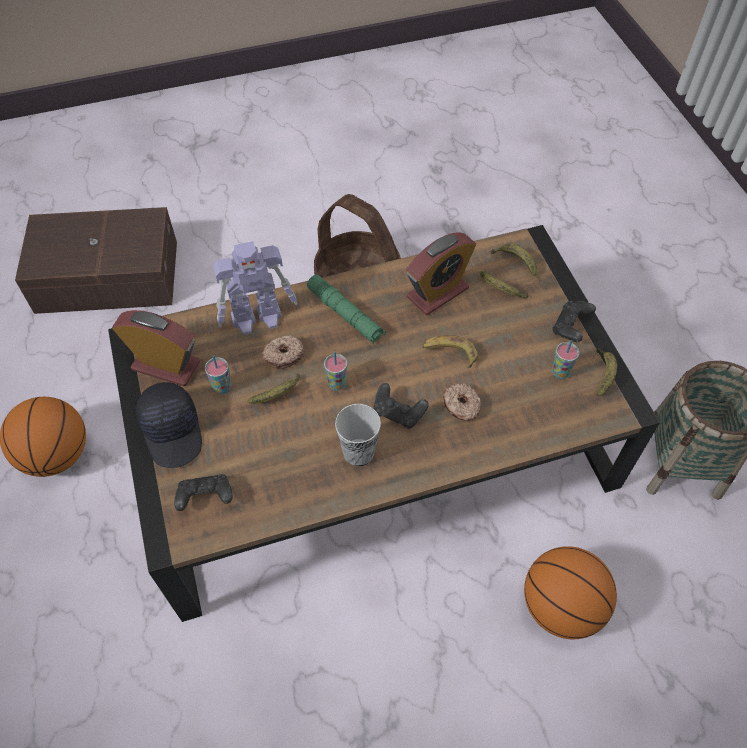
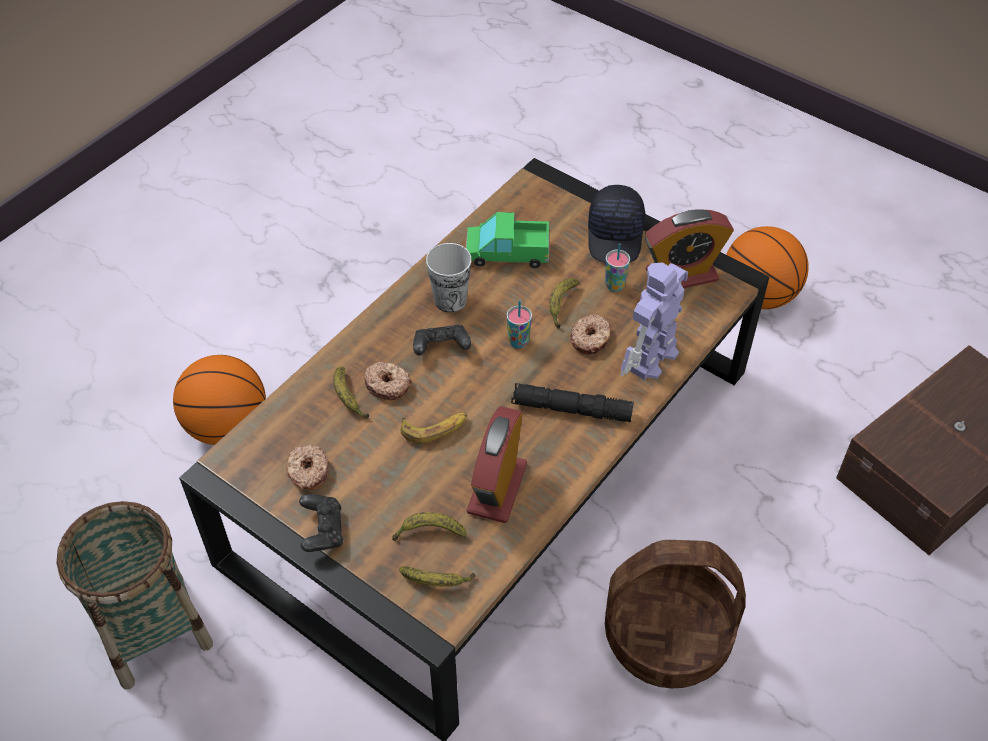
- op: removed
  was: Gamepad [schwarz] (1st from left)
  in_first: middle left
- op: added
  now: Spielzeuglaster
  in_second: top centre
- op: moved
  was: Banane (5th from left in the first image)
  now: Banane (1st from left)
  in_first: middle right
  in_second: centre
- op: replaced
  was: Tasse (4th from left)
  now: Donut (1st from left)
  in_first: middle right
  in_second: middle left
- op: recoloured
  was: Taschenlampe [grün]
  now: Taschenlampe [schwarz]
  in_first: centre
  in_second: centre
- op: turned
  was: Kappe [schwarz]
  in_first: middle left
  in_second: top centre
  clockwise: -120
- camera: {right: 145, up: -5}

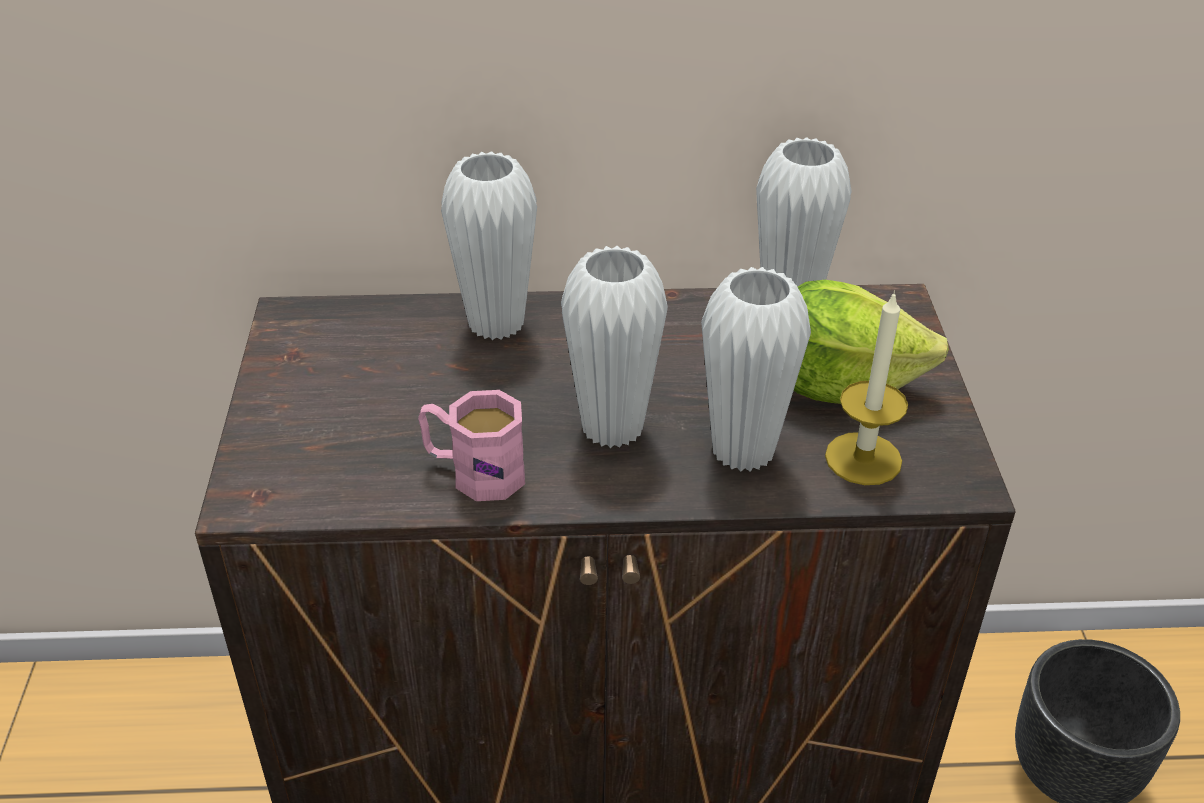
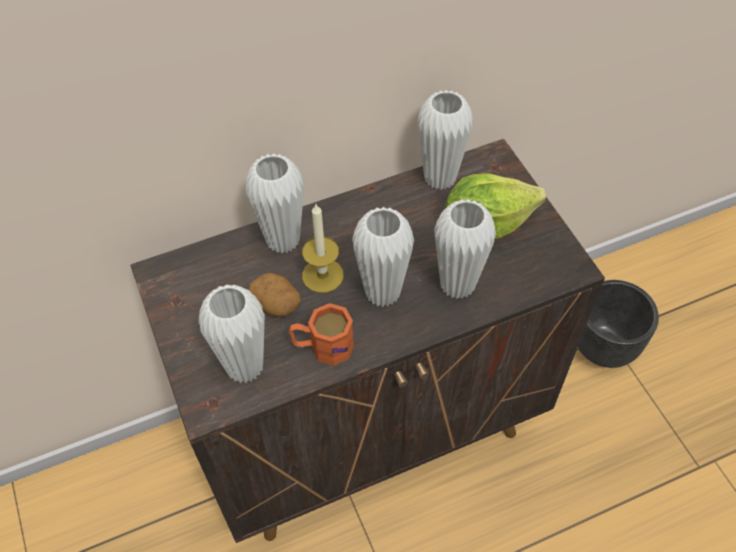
- op: added
  now: Vase [weiß] (1st from left)
  in_second: middle left
- op: added
  now: Kartoffel
  in_second: centre
- op: moved
  was: Kerze
  in_first: middle right
  in_second: centre
- op: recoloured
  was: Henkelbecher [rosa]
  now: Henkelbecher [orange]
  in_first: centre
  in_second: centre
- camera: {right: -20, up: 15}

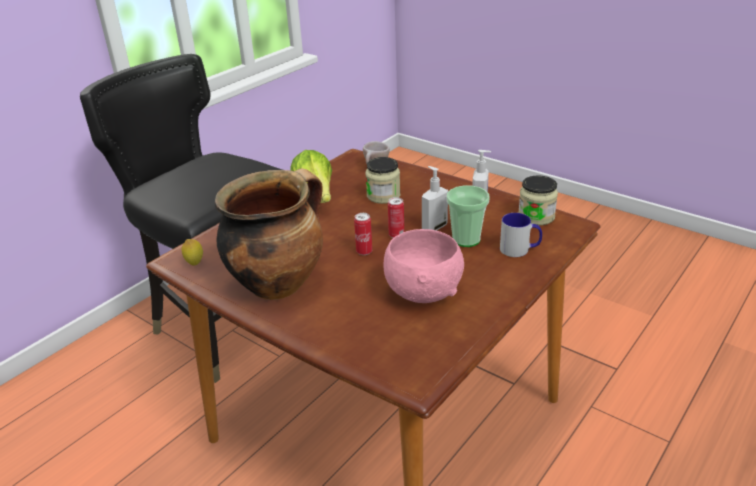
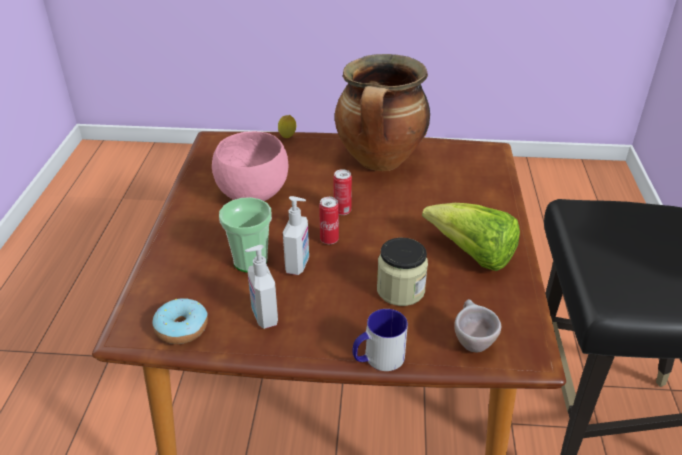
- op: moved
  was: Zitrone
  in_first: middle left
  in_second: top centre
- op: moved
  was: Henkelbecher
  in_first: middle right
  in_second: bottom centre
- op: replaced
  was: Vorratsglas (2nd from left)
  now: Donut
  in_first: middle right
  in_second: bottom left
- camera: {right: 145, up: 5}

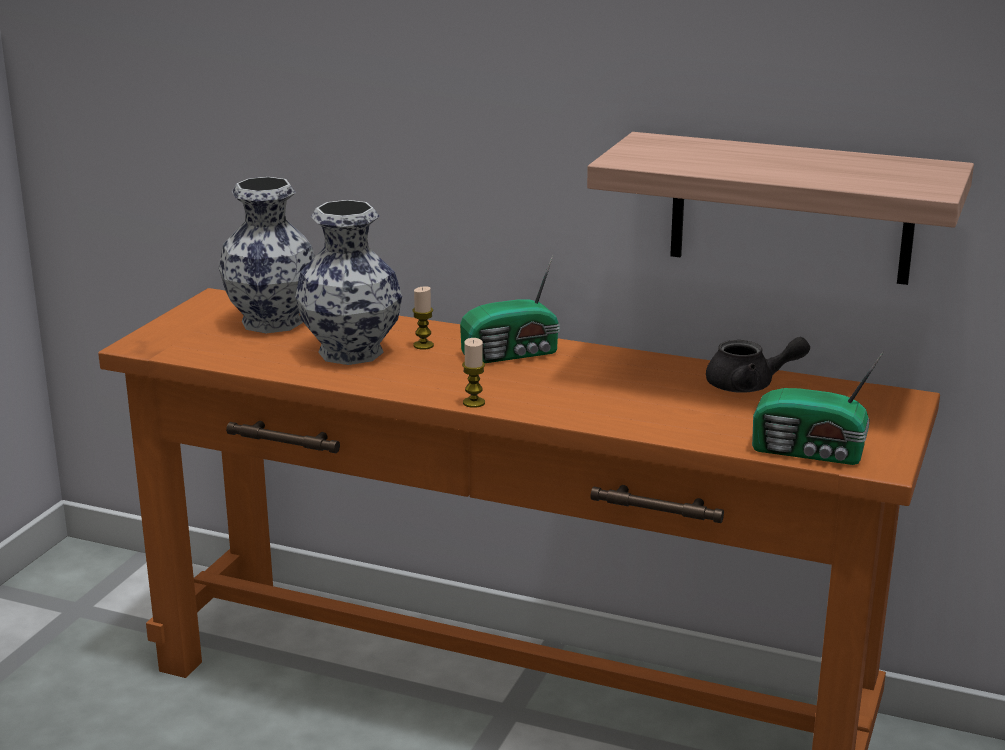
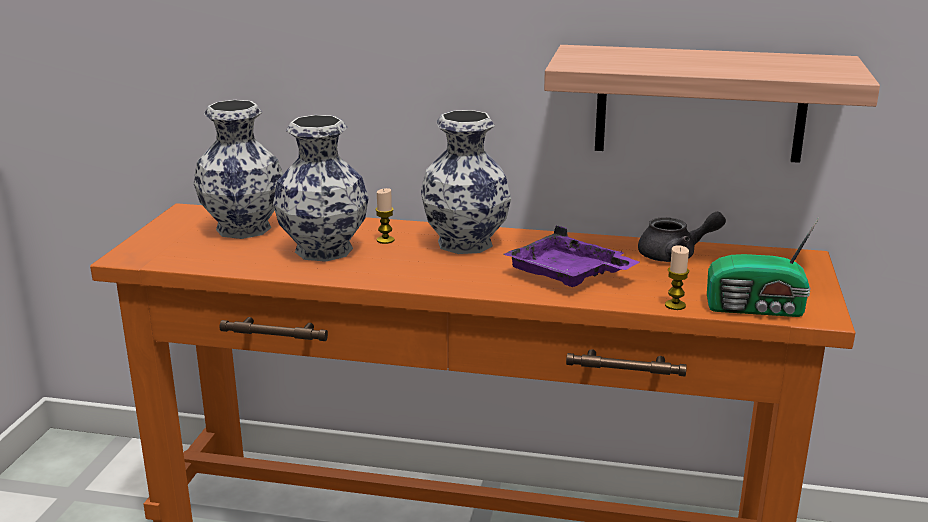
- op: added
  now: Tablett [lila]
  in_second: centre
- op: moved
  was: Kerze (2nd from left)
  in_first: centre
  in_second: middle right
- op: replaced
  was: Radio (1st from left)
  now: Vase (3rd from left)
  in_first: centre
  in_second: centre
- camera: {right: -10, up: 0}

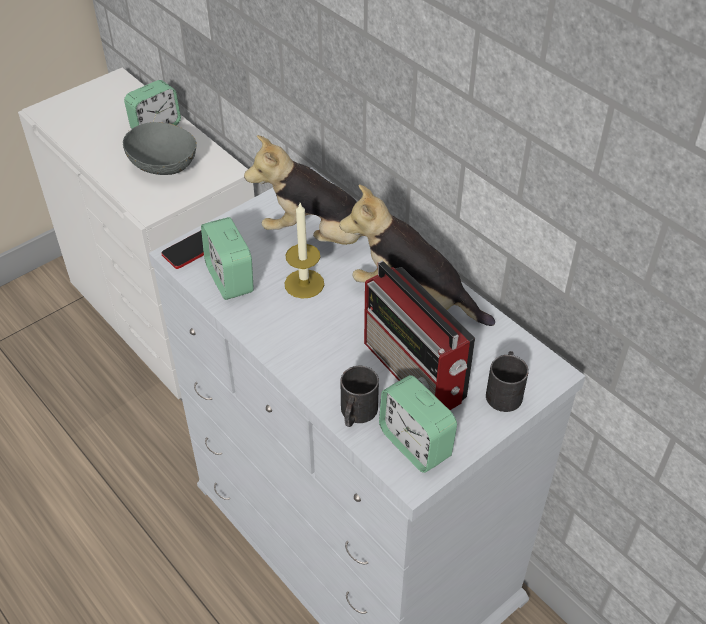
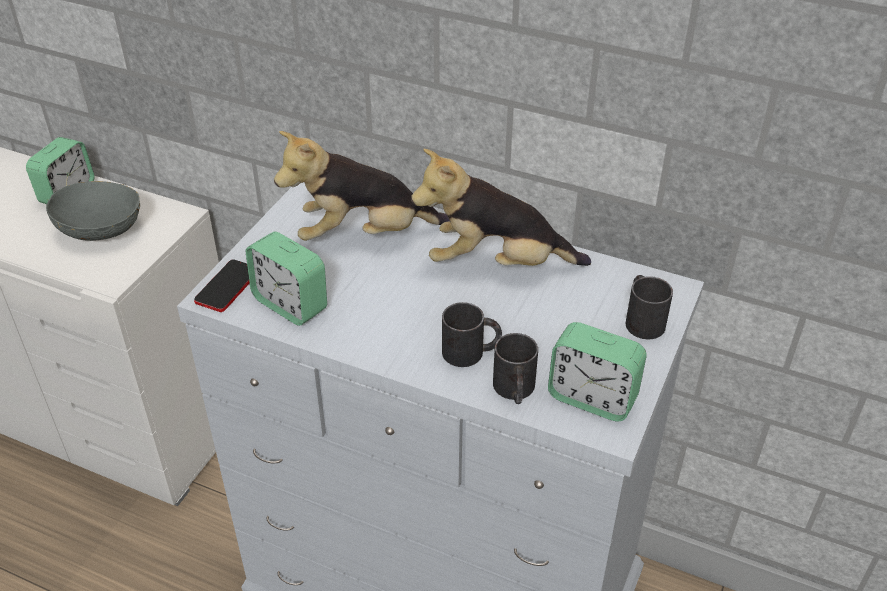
- op: removed
  was: Kerze
  in_first: centre
- op: removed
  was: Radio
  in_first: centre
- op: added
  now: Henkelbecher [schwarz] (1st from left)
  in_second: centre
- camera: {right: -25, up: -5}

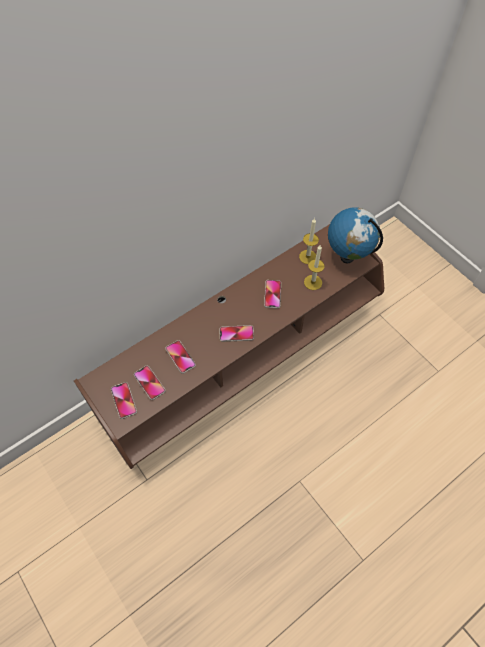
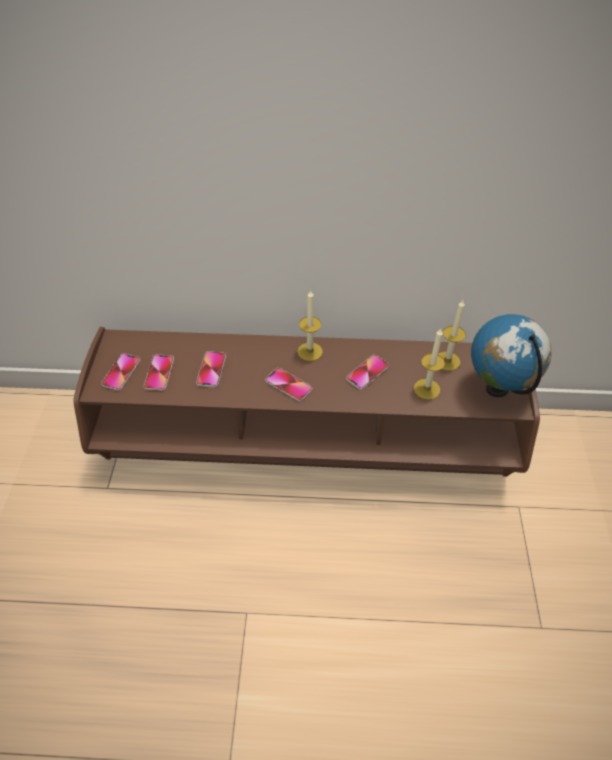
- op: added
  now: Kerze (1st from left)
  in_second: centre
- camera: {right: 40, up: -10}

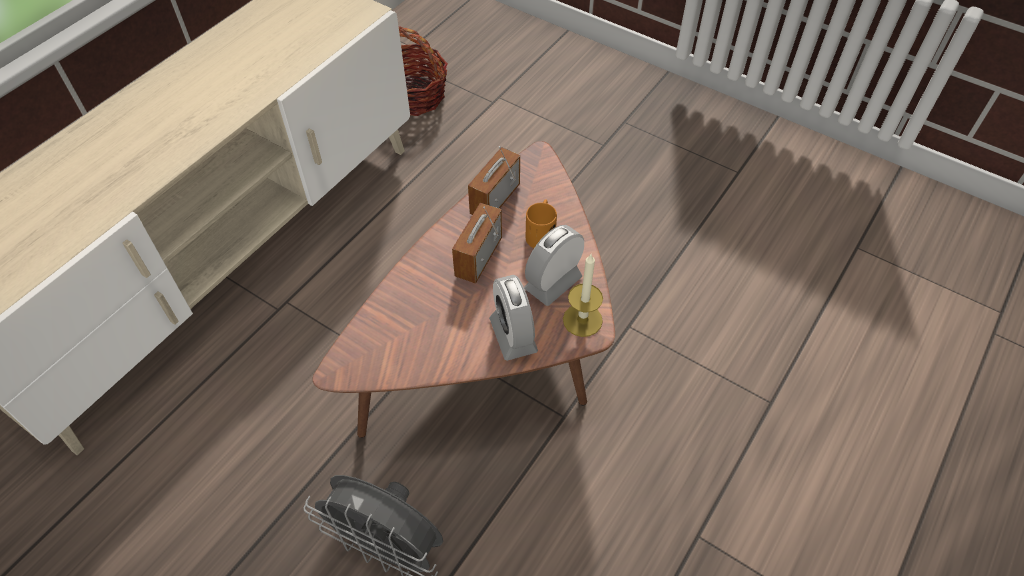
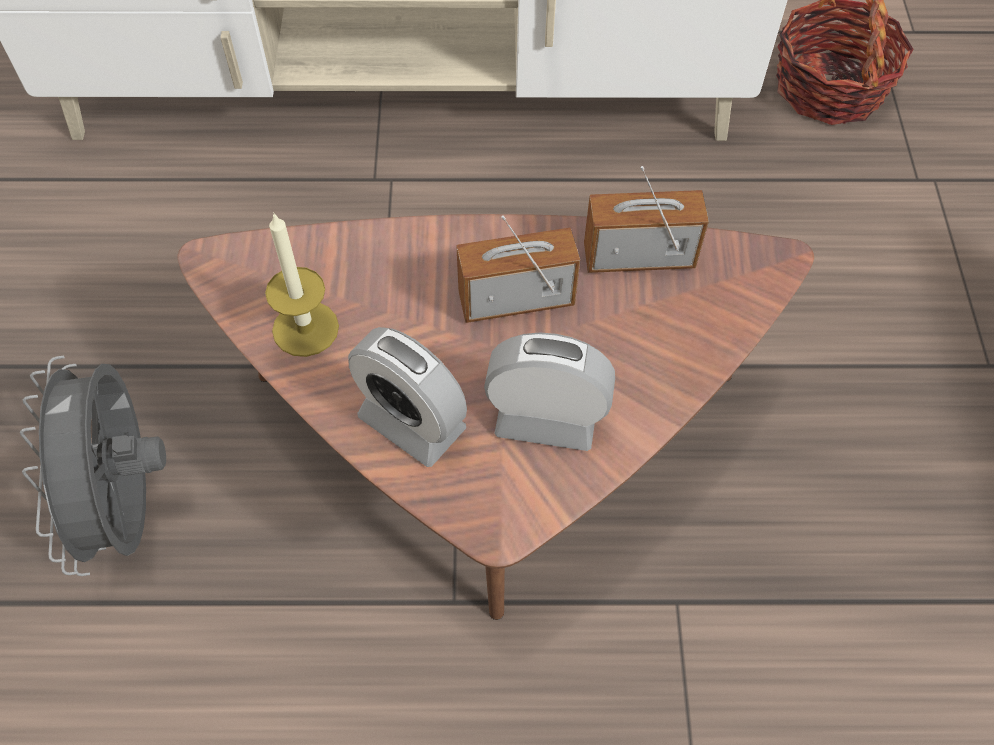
- op: removed
  was: Henkelbecher [orange]
  in_first: centre
- op: moved
  was: Kerze
  in_first: centre
  in_second: middle left
- op: turned
  was: Wecker (1st from left)
  in_first: centre
  in_second: centre
  clockwise: -90
- camera: {right: 55, up: 5}

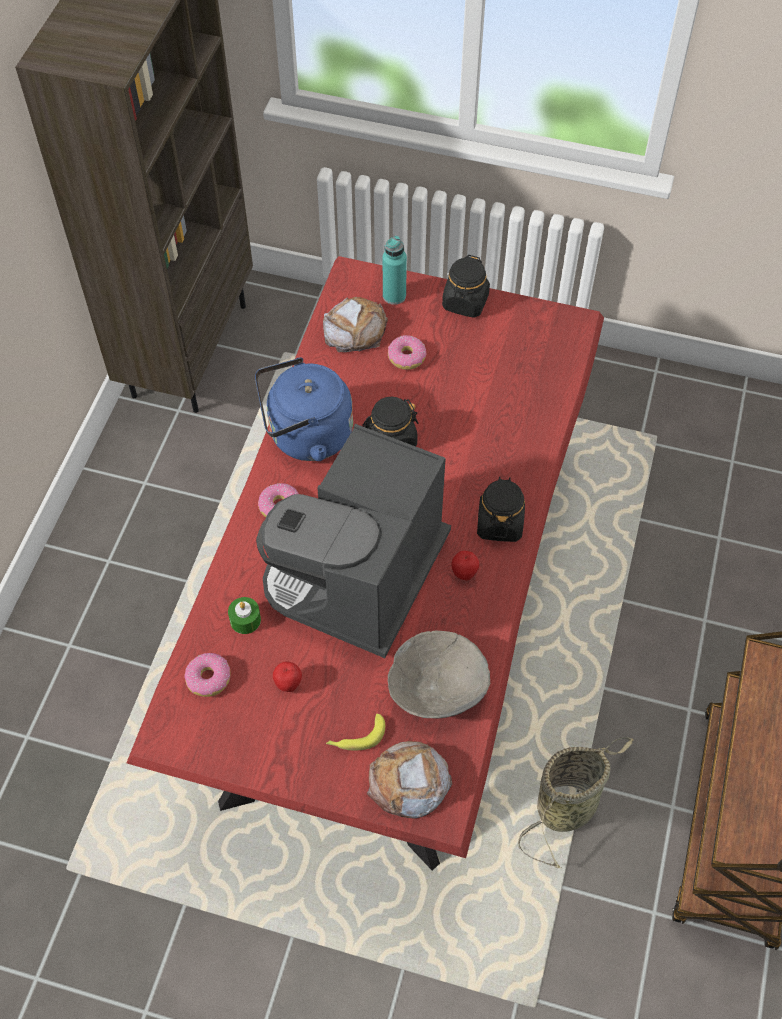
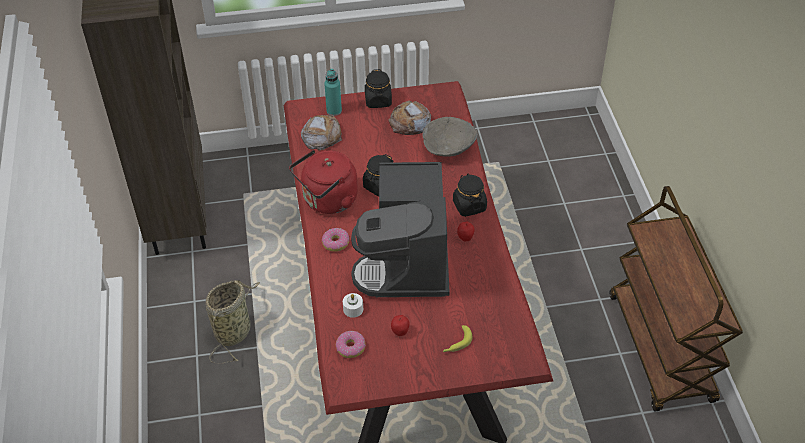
- op: removed
  was: Donut (3rd from left)
  in_first: centre
- op: moved
  was: Brot (2nd from left)
  in_first: bottom centre
  in_second: top centre
- op: moved
  was: Schüssel [grau]
  in_first: centre
  in_second: top centre
- op: moved
  was: Korb
  in_first: bottom right
  in_second: bottom left
- op: recoloured
  was: Kerze [grün]
  now: Kerze [weiß]
  in_first: middle left
  in_second: bottom centre
- op: recoloured
  was: Wasserkessel [blau]
  now: Wasserkessel [rot]
  in_first: centre
  in_second: centre
- camera: {right: -25, up: -10}

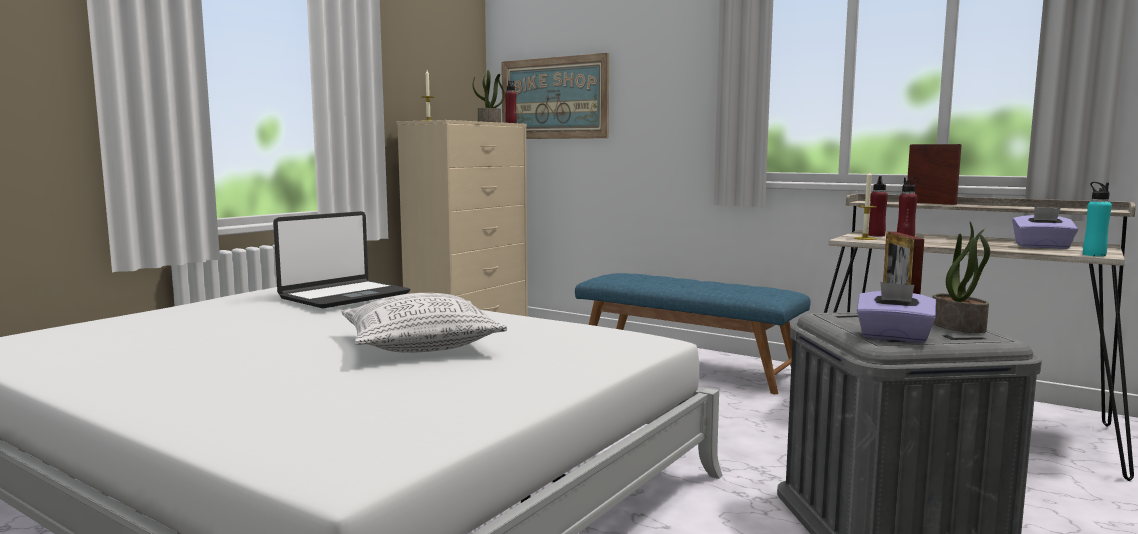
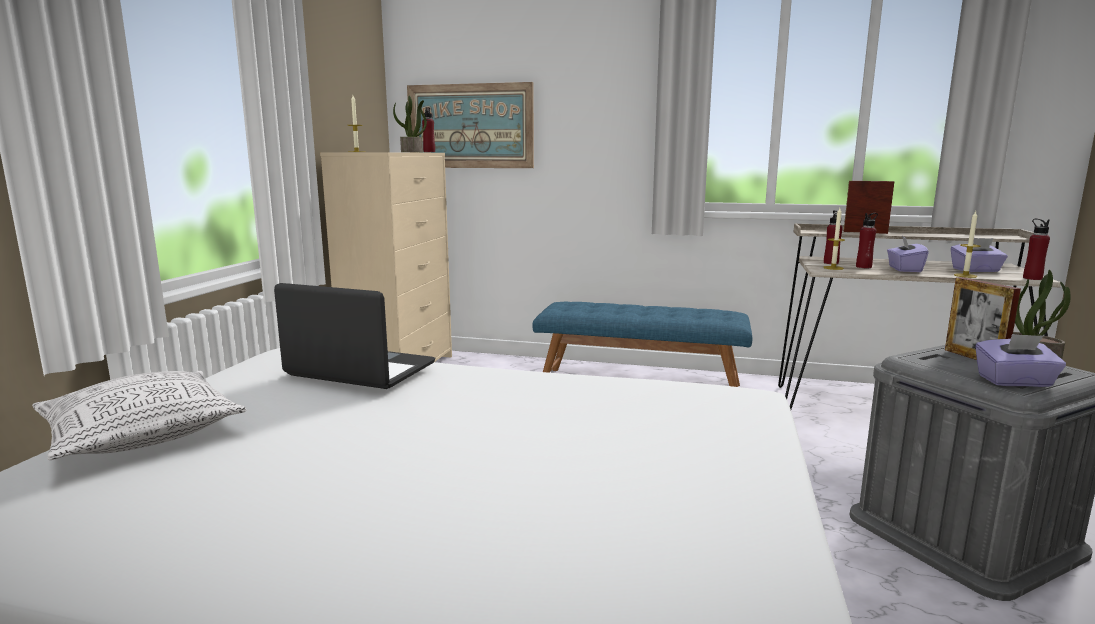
- op: added
  now: Taschentuchbox [lila] (1st from left)
  in_second: middle right
- op: added
  now: Kerze (3rd from left)
  in_second: middle right
- op: moved
  was: Kissen
  in_first: centre
  in_second: middle left
- op: recoloured
  was: Flasche [türkis]
  now: Flasche [rot] (4th from left)
  in_first: middle right
  in_second: middle right
- op: turned
  was: Laptop
  in_first: middle left
  in_second: middle left
  clockwise: -90
- camera: {right: -20, up: 5}

